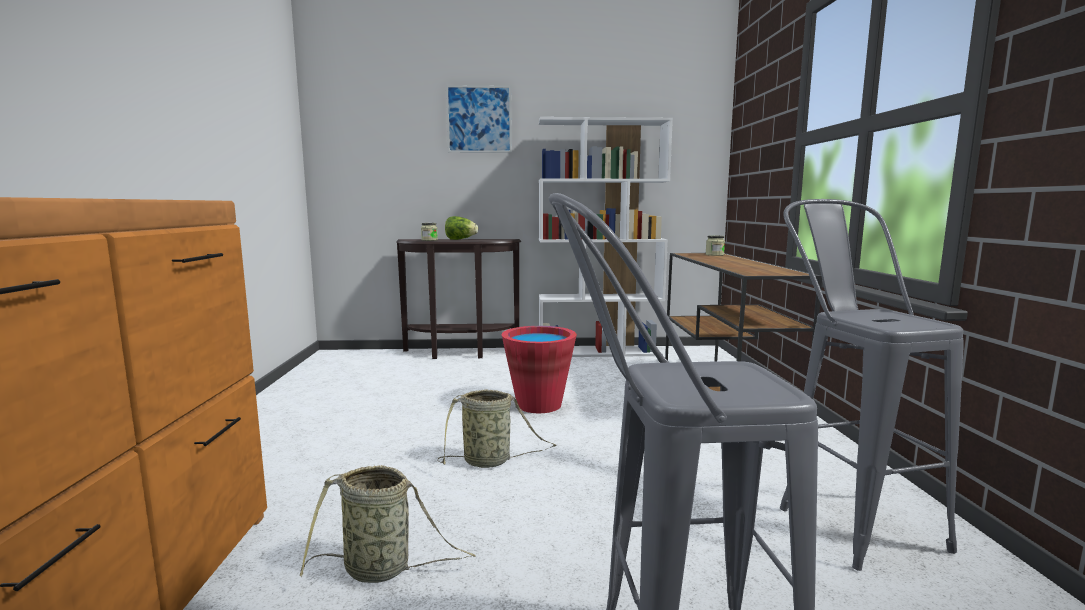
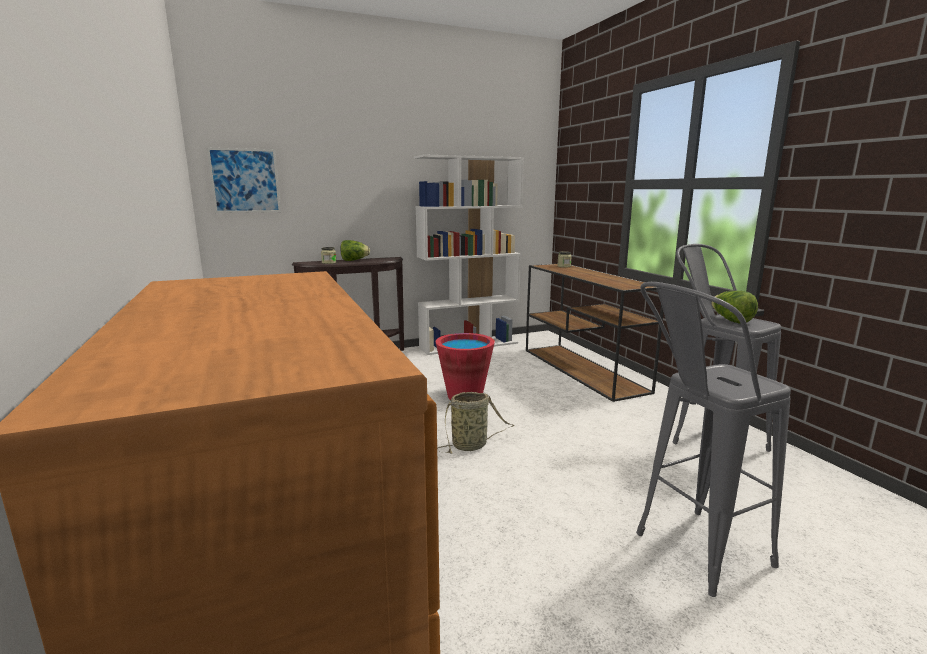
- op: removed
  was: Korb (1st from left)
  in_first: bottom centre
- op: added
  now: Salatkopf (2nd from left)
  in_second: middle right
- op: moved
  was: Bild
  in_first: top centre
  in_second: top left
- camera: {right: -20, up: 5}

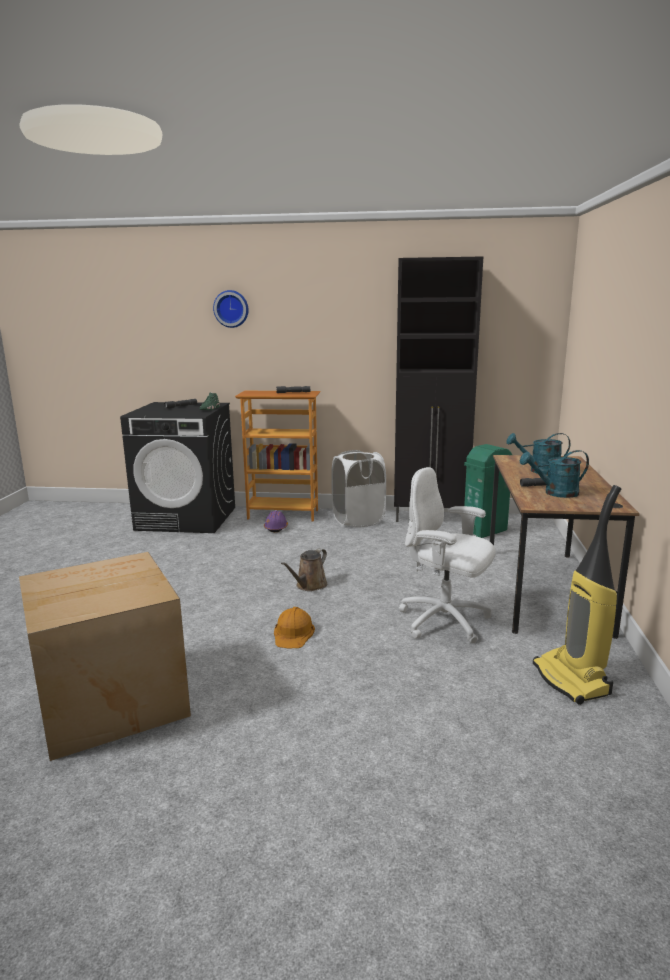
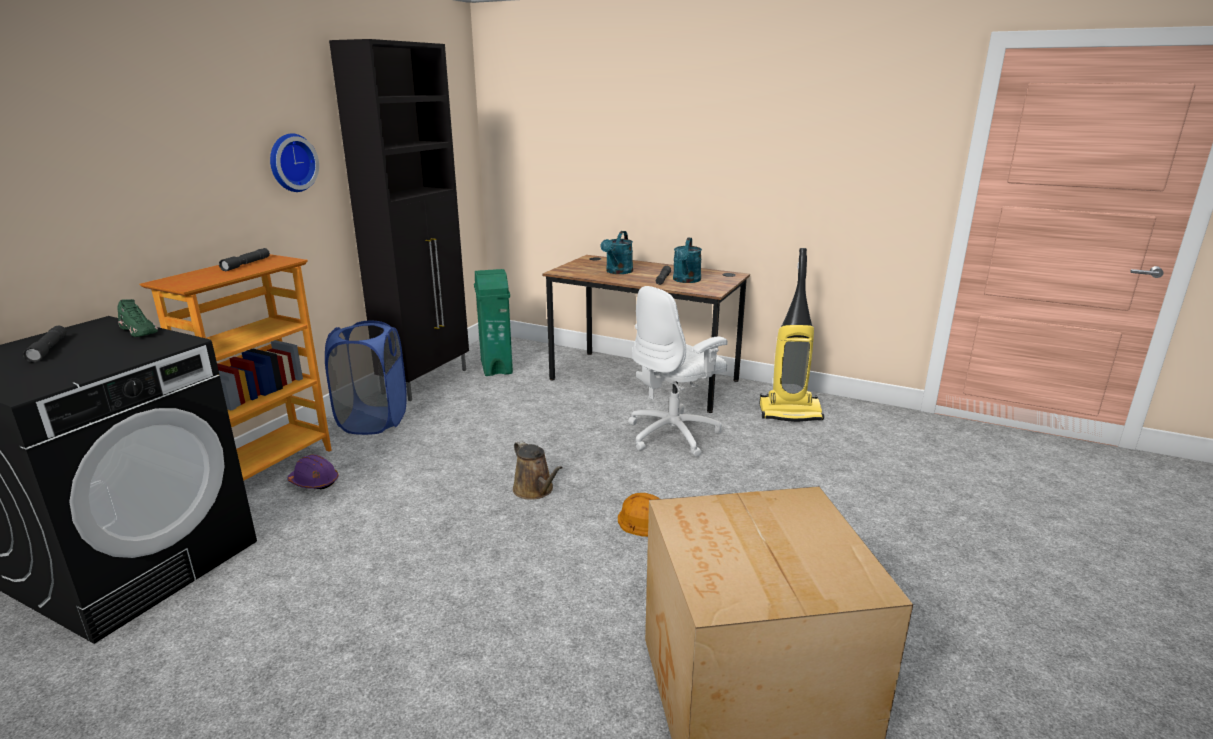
- op: moved
  was: Wanduhr
  in_first: top centre
  in_second: top left
- op: recoloured
  was: Wäschekorb [weiß]
  now: Wäschekorb [blau]
  in_first: centre
  in_second: middle left
- camera: {right: -70, up: 5}

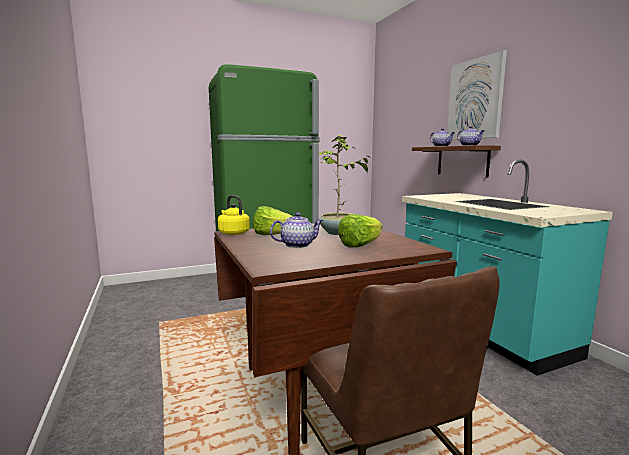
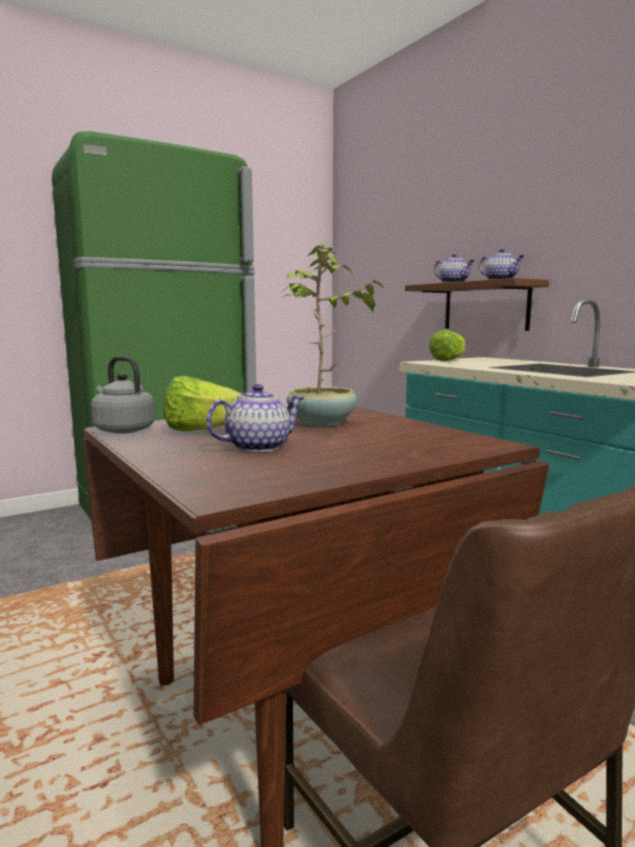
- op: removed
  was: Bild
  in_first: top right
- op: moved
  was: Salatkopf (2nd from left)
  in_first: centre
  in_second: middle right
- op: recoloured
  was: Wasserkessel [gelb]
  now: Wasserkessel [grau]
  in_first: centre
  in_second: middle left
- camera: {right: -10, up: 0}

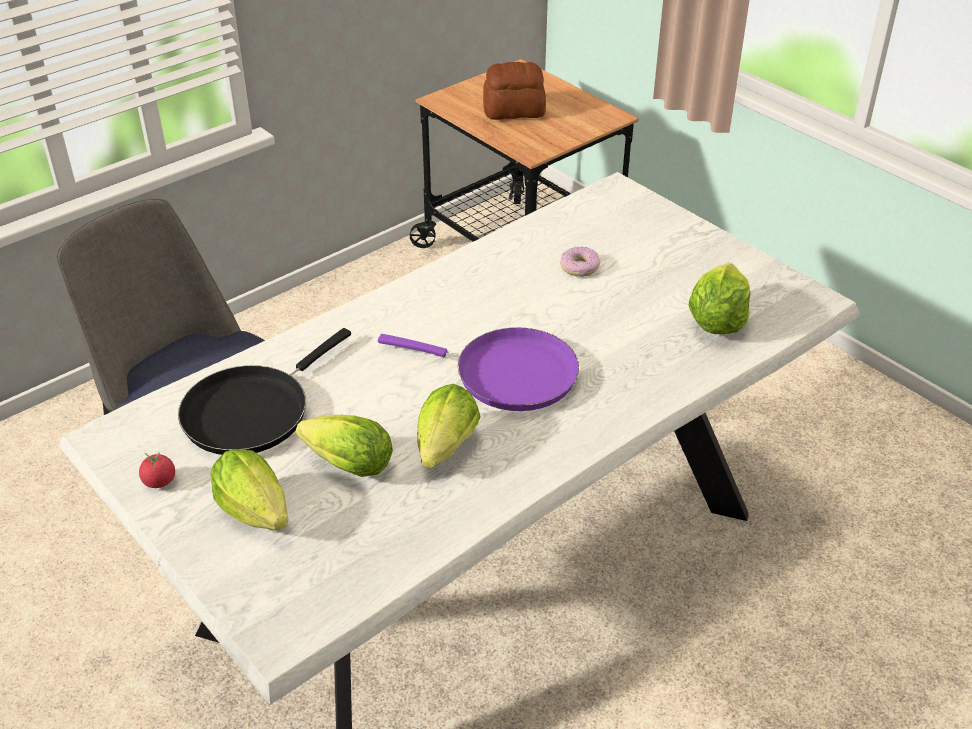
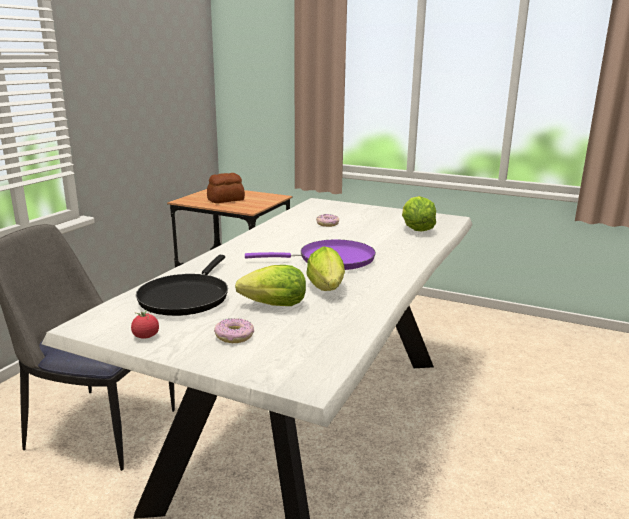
- op: replaced
  was: Salatkopf (1st from left)
  now: Donut (1st from left)
  in_first: bottom left
  in_second: centre
- camera: {right: -25, up: -20}

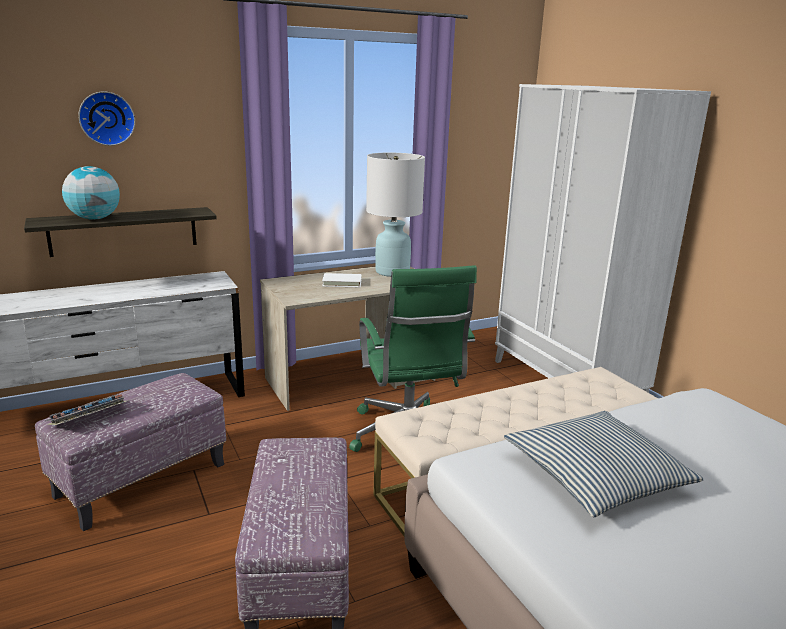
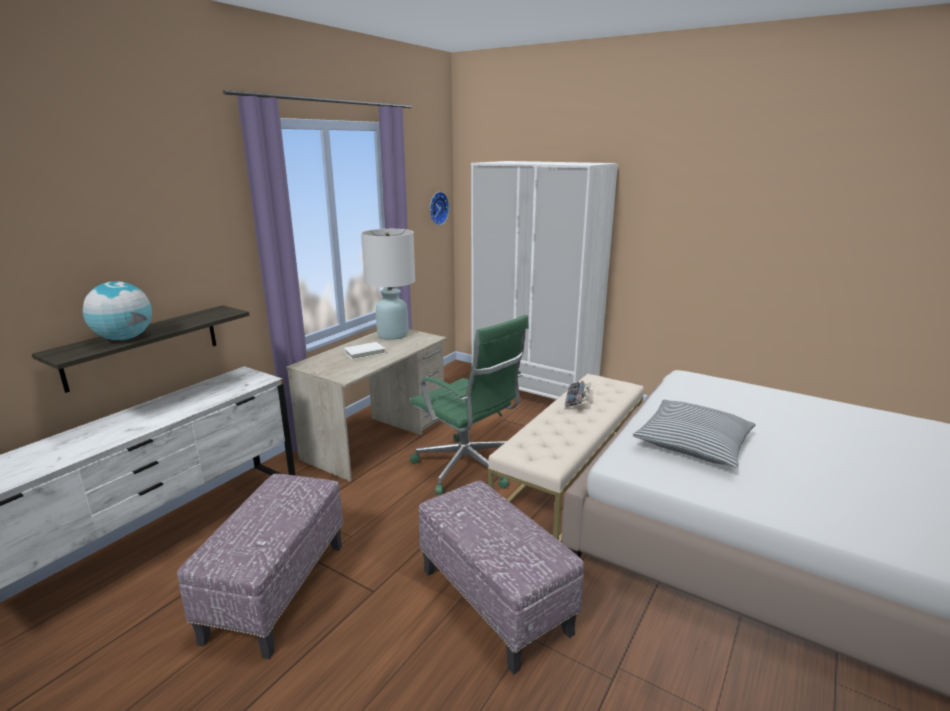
- op: moved
  was: Tastatur
  in_first: middle left
  in_second: centre
- op: moved
  was: Wanduhr
  in_first: top left
  in_second: top centre
- camera: {right: -30, up: 0}

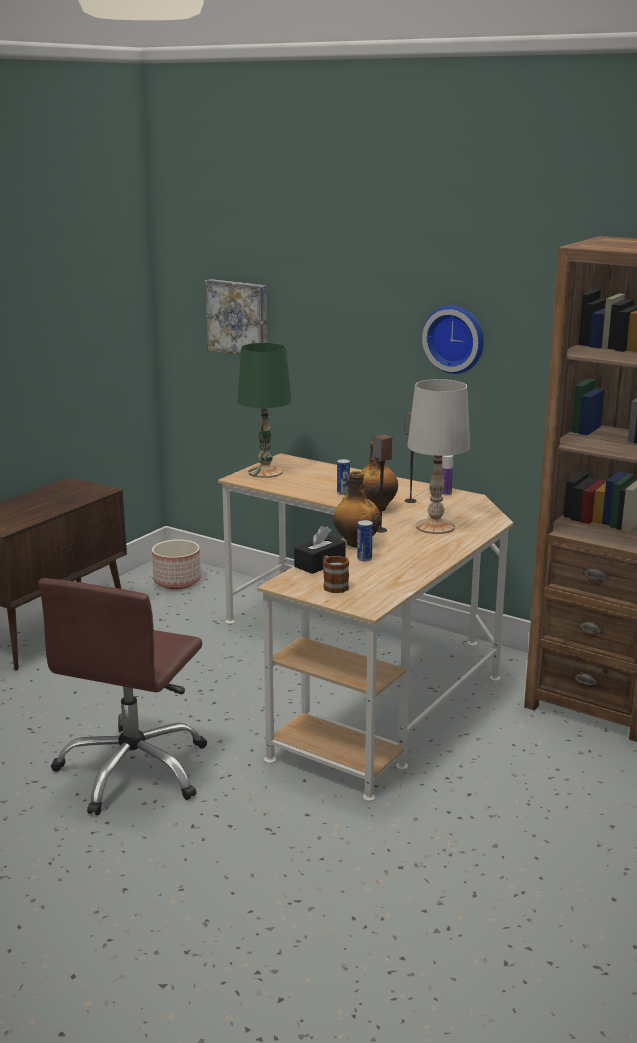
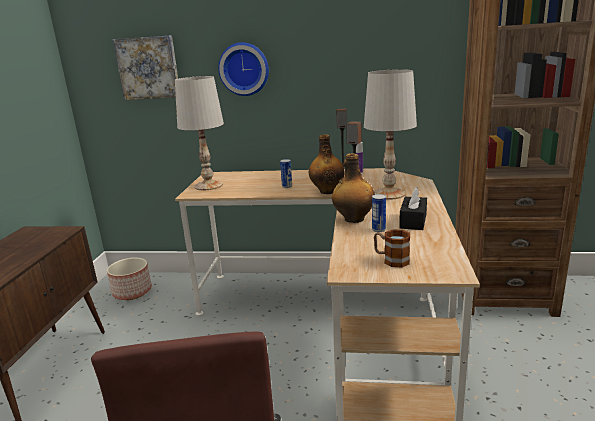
- op: moved
  was: Taschentuchbox [schwarz]
  in_first: centre
  in_second: middle right
- op: moved
  was: Wanduhr
  in_first: top right
  in_second: top centre
- op: recoloured
  was: Tischlampe [grün]
  now: Tischlampe [weiß] (1st from left)
  in_first: centre
  in_second: top centre
- camera: {right: -25, up: 0}

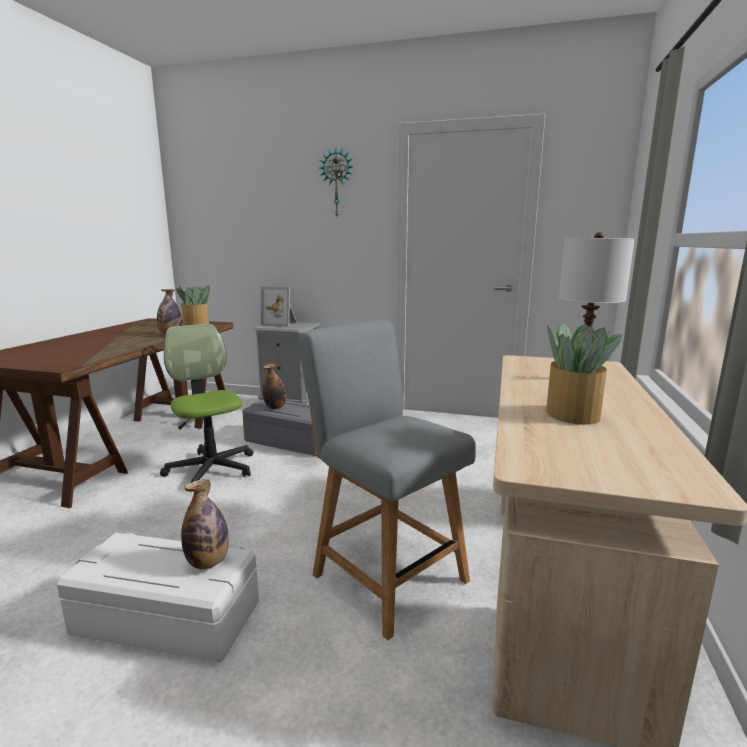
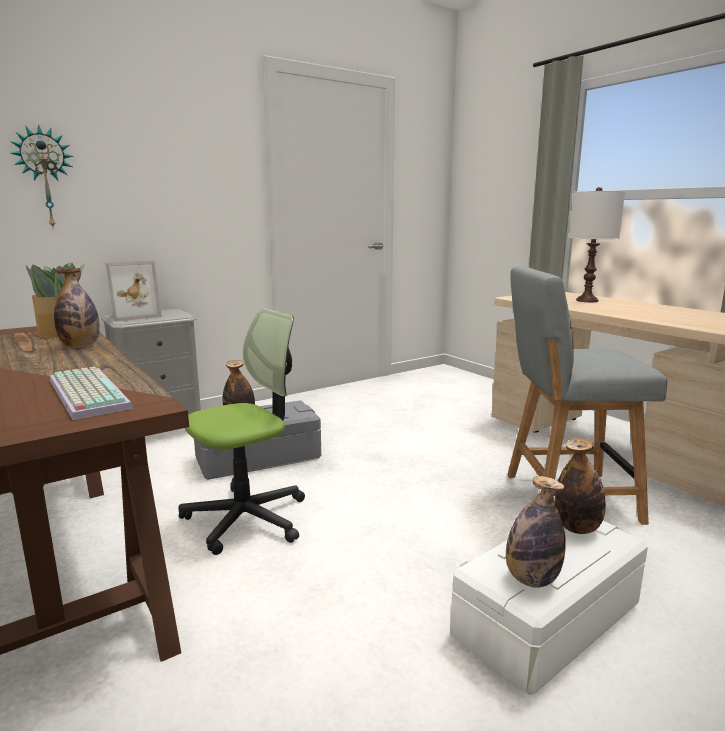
- op: removed
  was: Topfpflanze (2nd from left)
  in_first: middle right
- op: added
  now: Tastatur
  in_second: middle left
- op: added
  now: Flasche (3rd from left)
  in_second: bottom right
- op: moved
  was: Wanduhr
  in_first: top centre
  in_second: top left
- op: turned
  was: Bürostuhl
  in_first: middle left
  in_second: middle left
  clockwise: 135
- camera: {right: -50, up: 0}

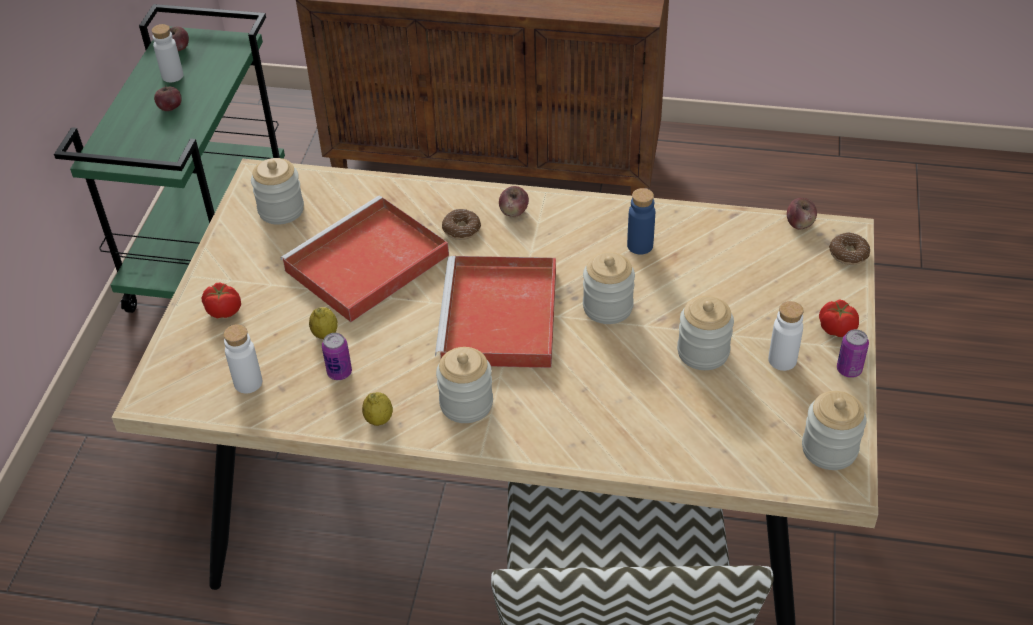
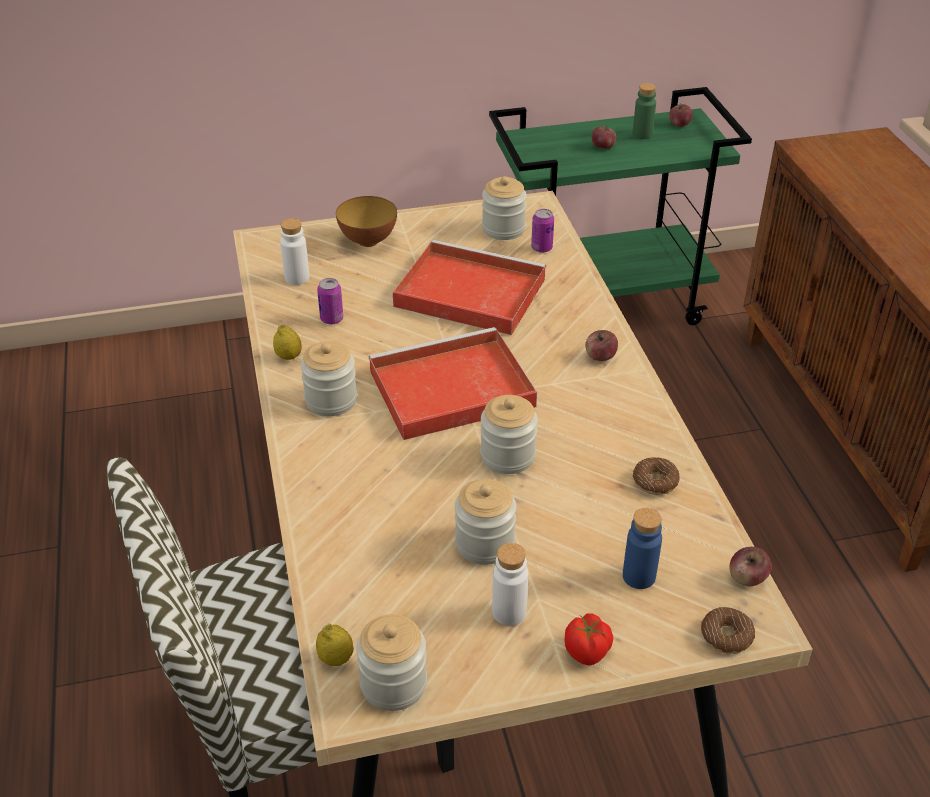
- op: moved
  was: Zitrone (1st from left in the first image)
  now: Zitrone (2nd from left)
  in_first: middle left
  in_second: bottom centre
- op: moved
  was: Donut (1st from left)
  in_first: centre
  in_second: middle right
- op: moved
  was: Flasche [blau]
  in_first: centre
  in_second: bottom right
- op: moved
  was: Dose (2nd from left)
  in_first: middle right
  in_second: top centre
- op: replaced
  was: Tomate (1st from left)
  now: Schüssel
  in_first: middle left
  in_second: top centre
- op: recoloured
  was: Flasche [weiß] (1st from left)
  now: Flasche [grün]
  in_first: top left
  in_second: top right
- camera: {right: 65, up: -5}

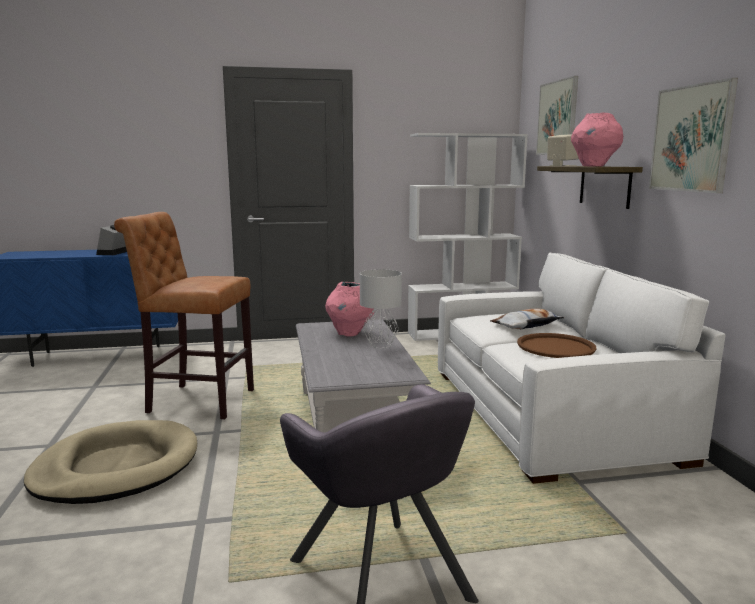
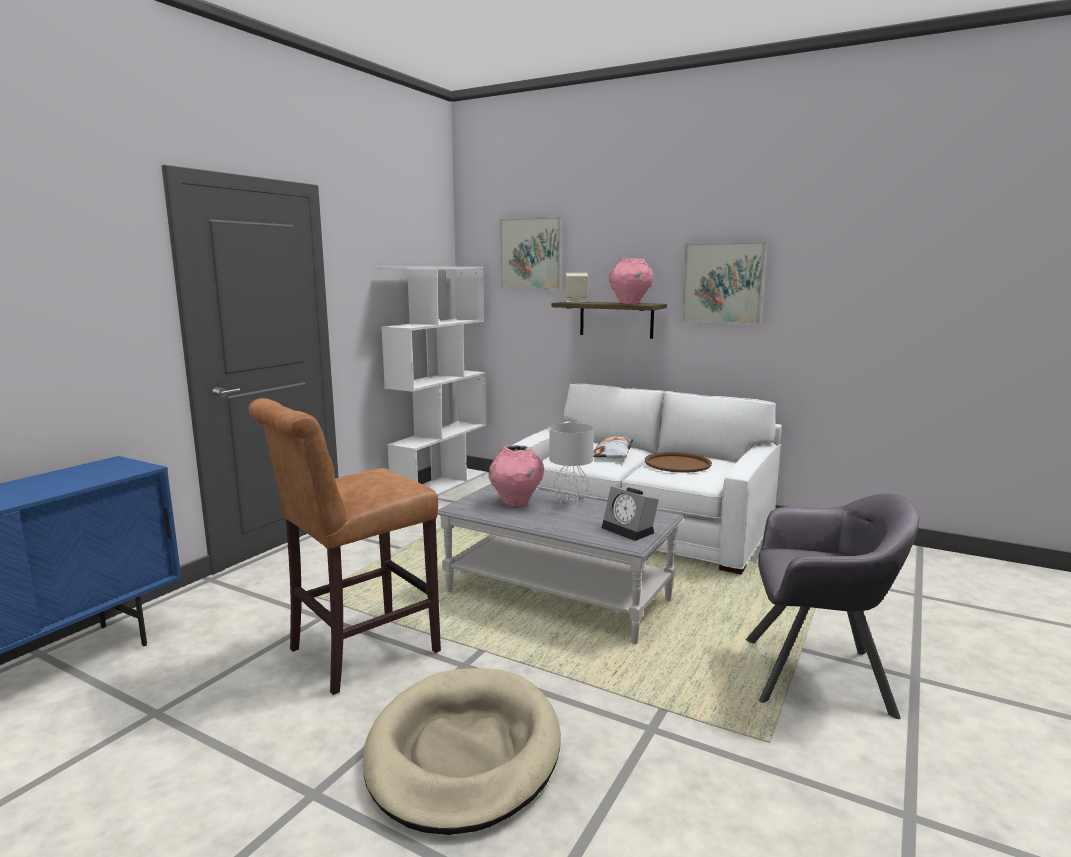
- op: moved
  was: Wecker
  in_first: middle left
  in_second: centre
- camera: {right: -50, up: 0}

